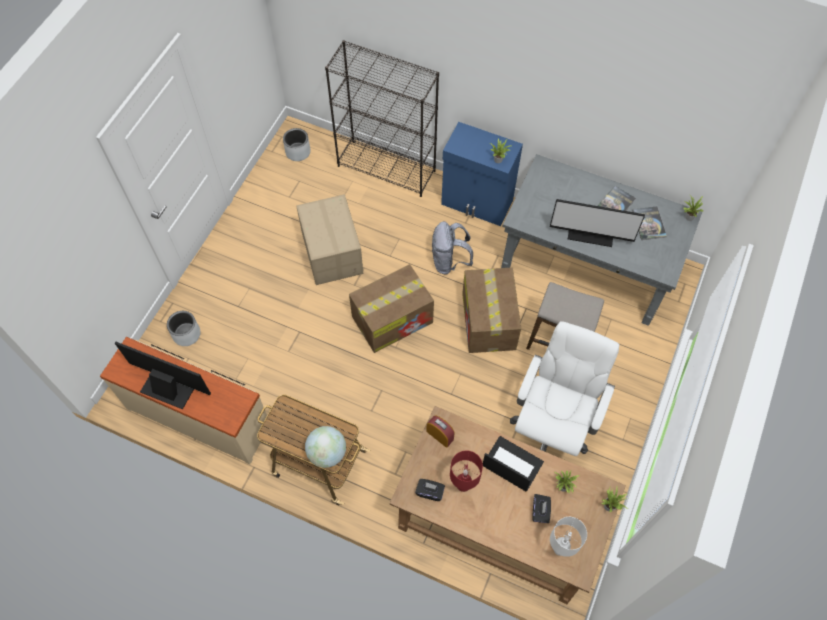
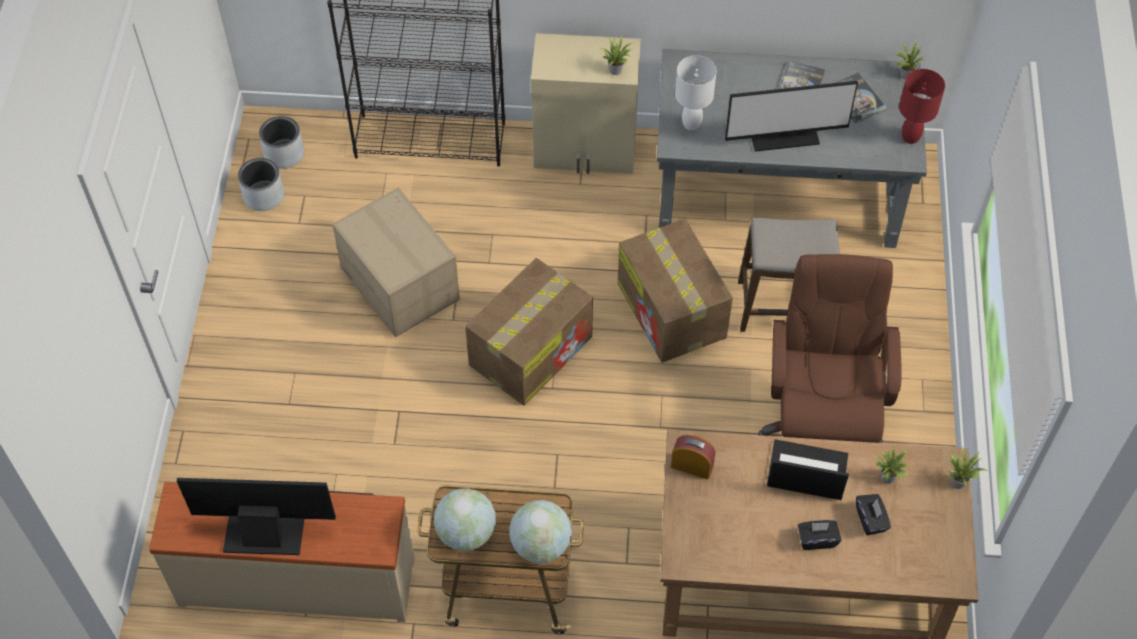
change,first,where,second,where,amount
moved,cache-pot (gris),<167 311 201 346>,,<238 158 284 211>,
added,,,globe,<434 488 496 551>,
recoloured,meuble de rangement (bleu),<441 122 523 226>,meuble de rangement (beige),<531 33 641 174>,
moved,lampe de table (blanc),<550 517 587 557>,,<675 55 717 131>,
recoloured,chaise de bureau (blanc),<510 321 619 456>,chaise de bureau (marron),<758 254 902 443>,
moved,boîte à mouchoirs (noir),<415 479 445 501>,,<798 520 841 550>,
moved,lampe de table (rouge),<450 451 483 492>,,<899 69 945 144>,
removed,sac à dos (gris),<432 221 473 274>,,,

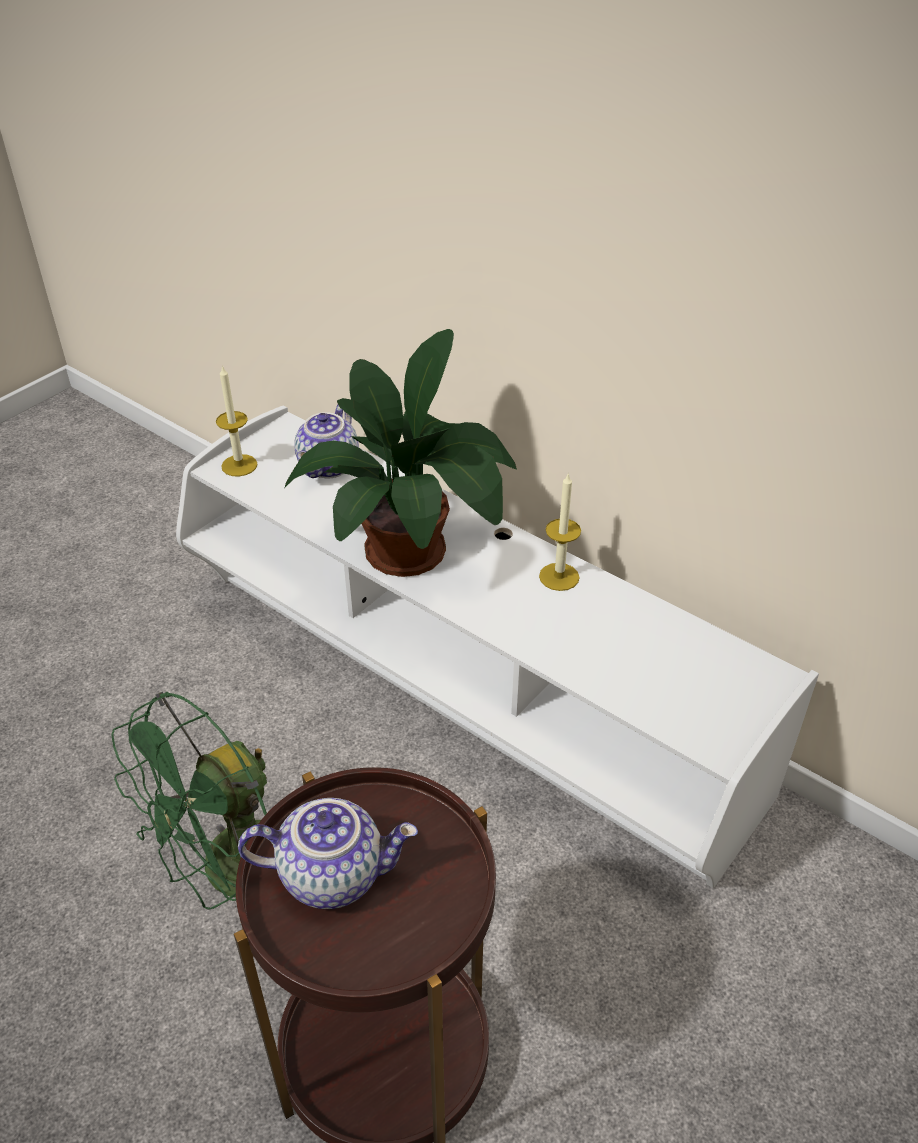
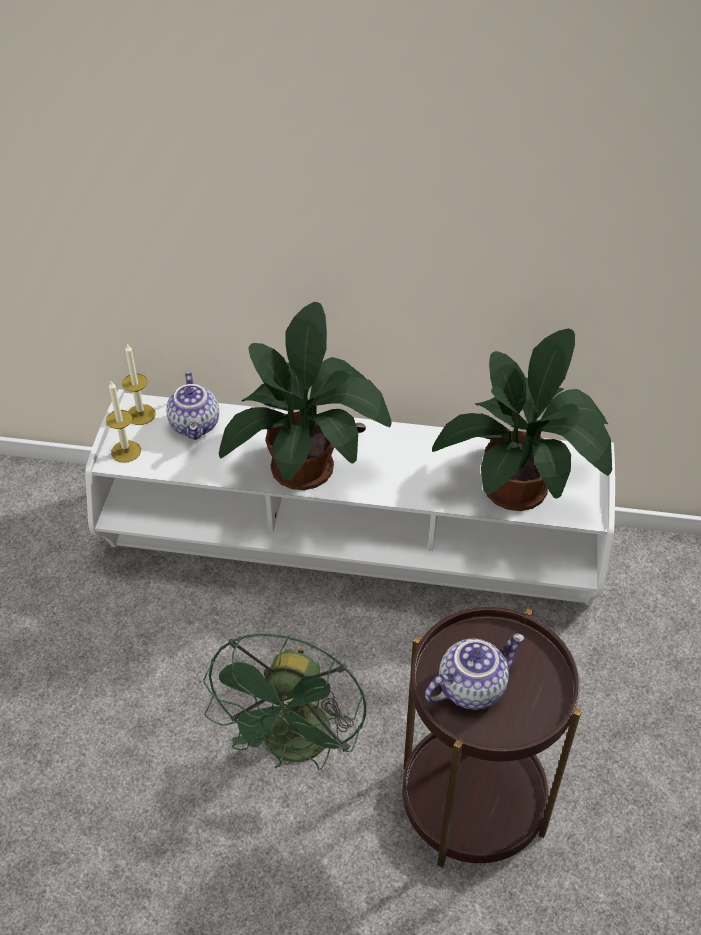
change,first,where,second,where,amount
moved,bougie,<539 474 581 591>,,<122 344 156 425>,
added,,,plante en pot,<432 328 612 511>,

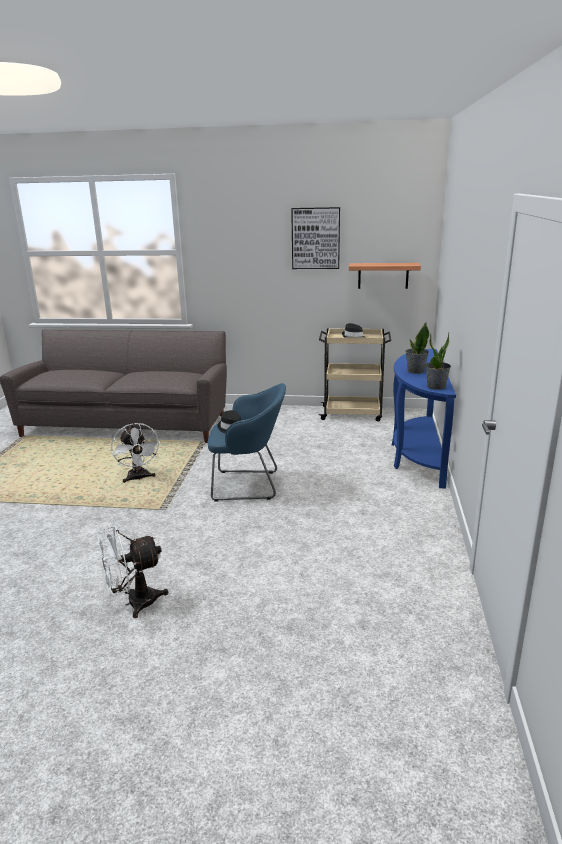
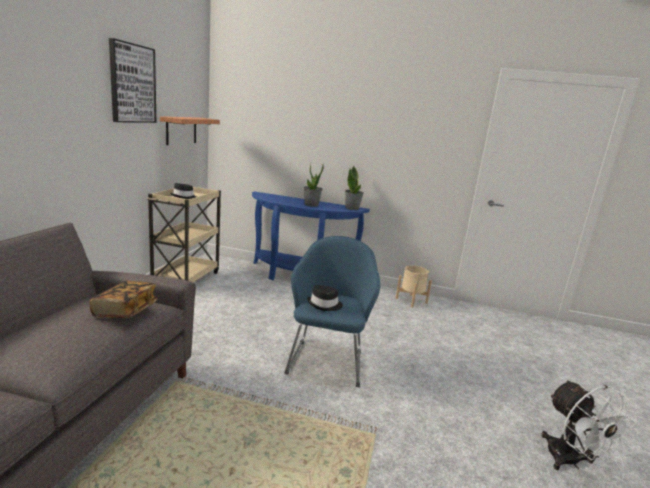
change,first,where,second,where,amount
added,,,livre,<89 281 158 318>,
added,,,cache-pot (beige),<396 265 432 308>,
removed,ventilateur (blanc),<111 423 161 483>,,,

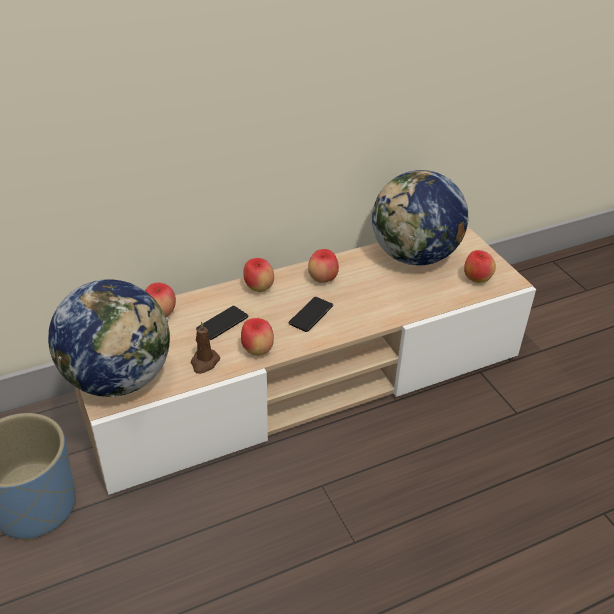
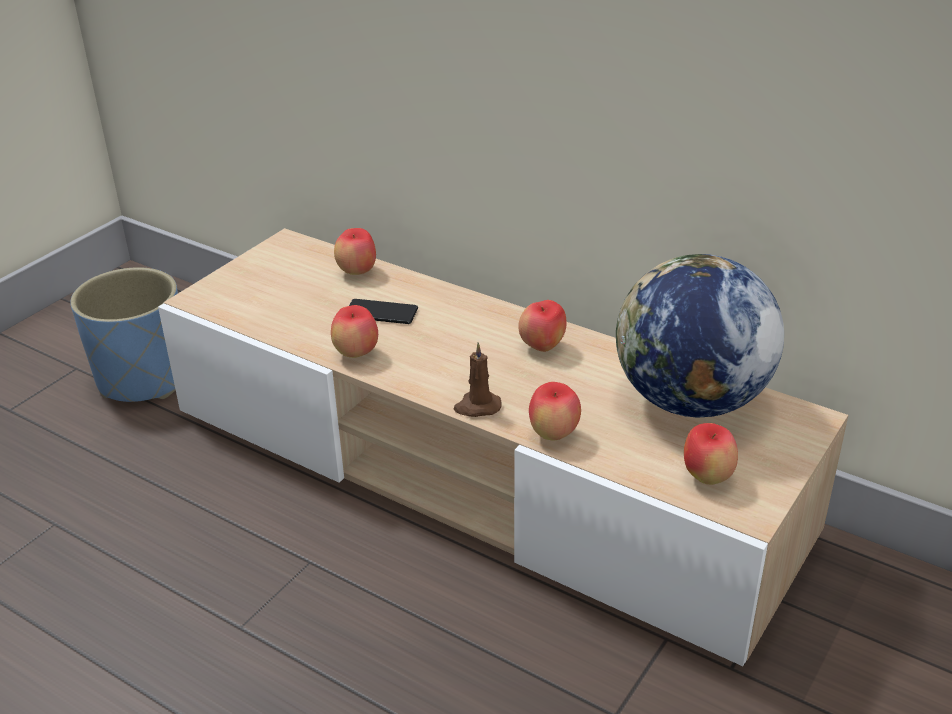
change,first,where,second,where,amount
moved,bougie (marron),<191 321 220 374>,,<454 342 502 417>,
moved,pomme,<243 258 274 292>,,<529 382 581 440>,
removed,globe,<48 279 170 397>,,,
removed,téléphone,<288 297 333 332>,,,

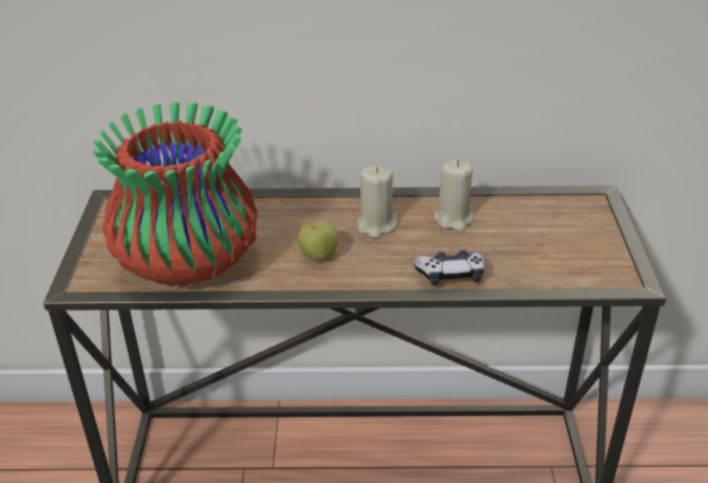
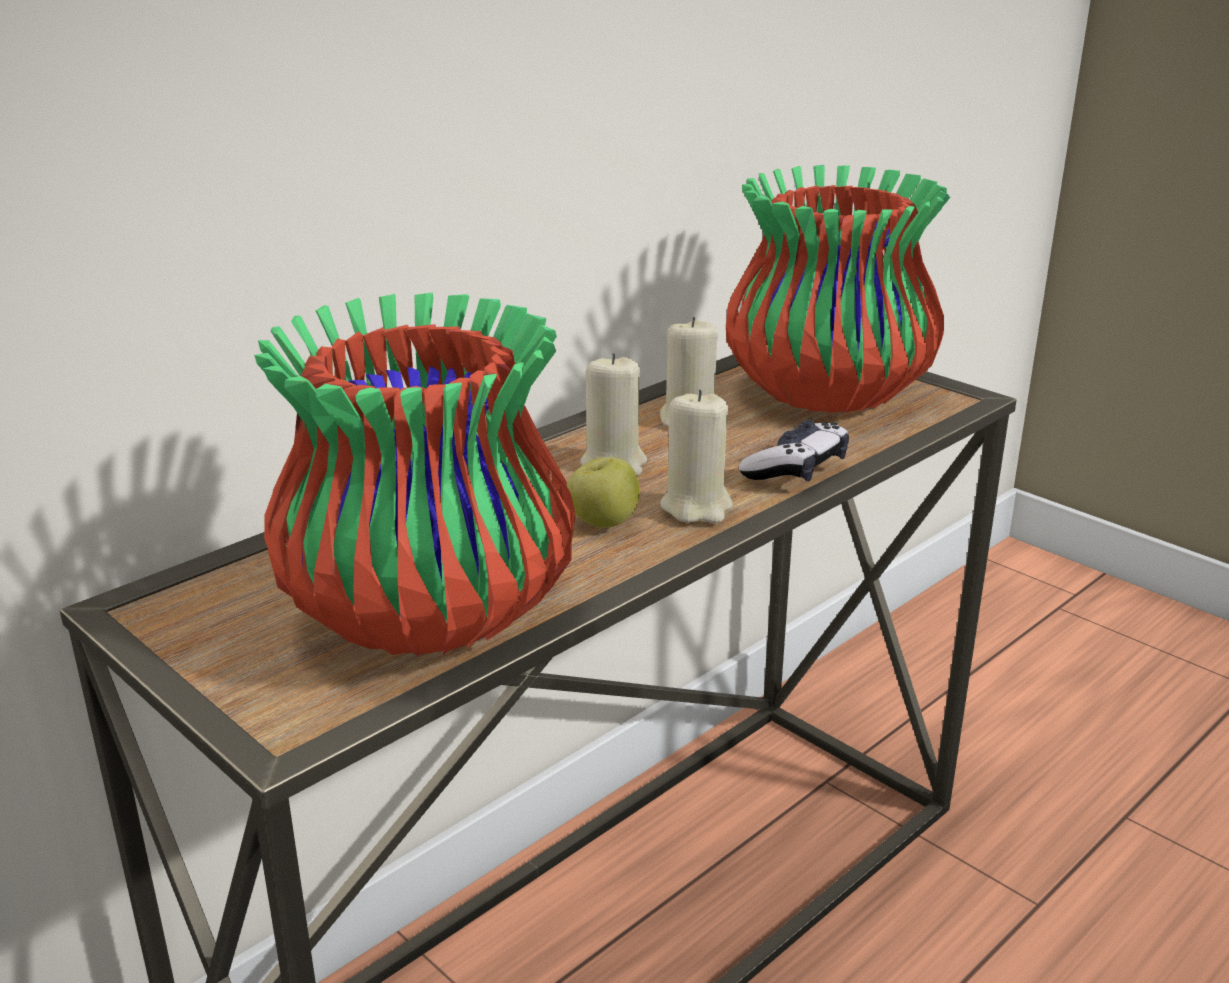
change,first,where,second,where,amount
added,,,bougie (beige),<660 389 733 523>,
added,,,vase,<726 165 950 413>,

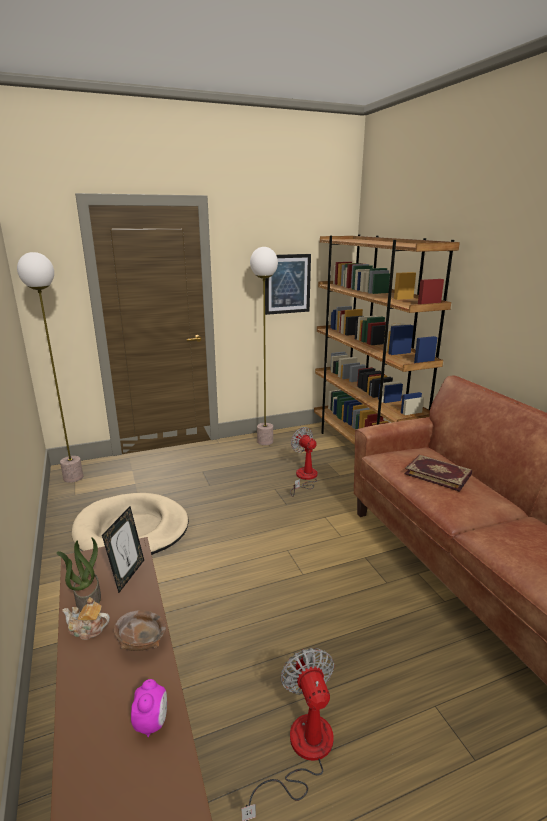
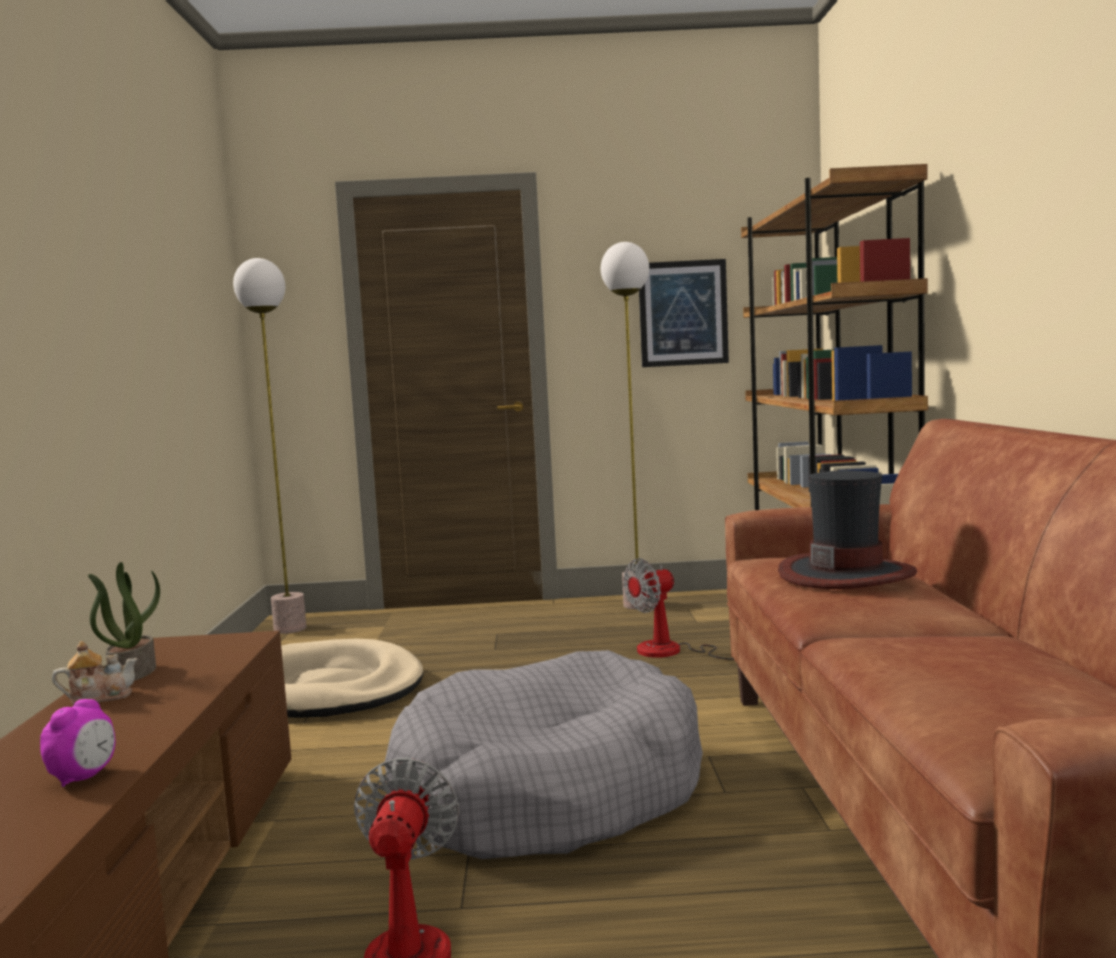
change,first,where,second,where,amount
turned,théière,<62 597 110 640>,,<52 641 138 705>,135 degrees clockwise
added,,,panier pour chien (gris),<385 650 703 859>,
turned,ventilateur,<290 427 318 497>,,<623 558 734 660>,105 degrees counterclockwise
replaced,livre,<405 455 472 492>,chapeau,<778 470 917 589>,
removed,cadre photo,<102 507 144 593>,,,
removed,bol (marron),<114 610 166 651>,,,

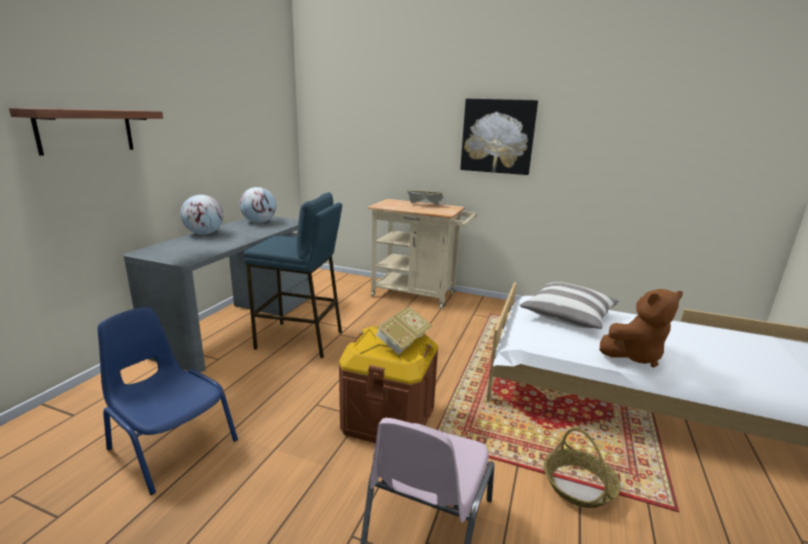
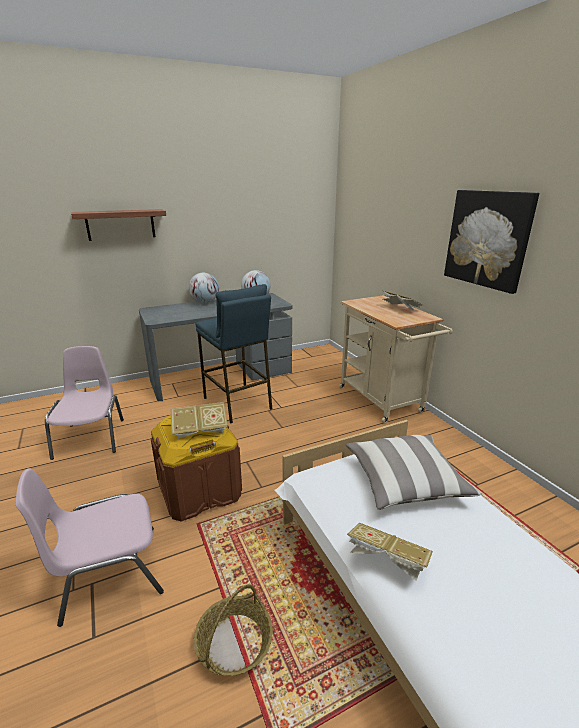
change,first,where,second,where,amount
recoloured,chaise (bleu),<98 307 238 495>,chaise (rose),<45 346 124 460>,
replaced,peluche (marron),<600 289 683 368>,livre,<347 523 433 581>,

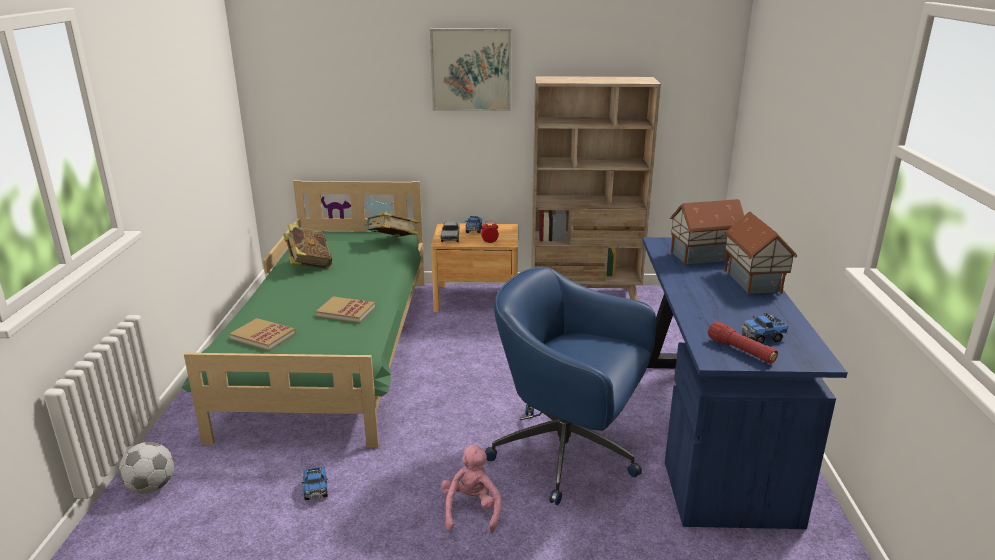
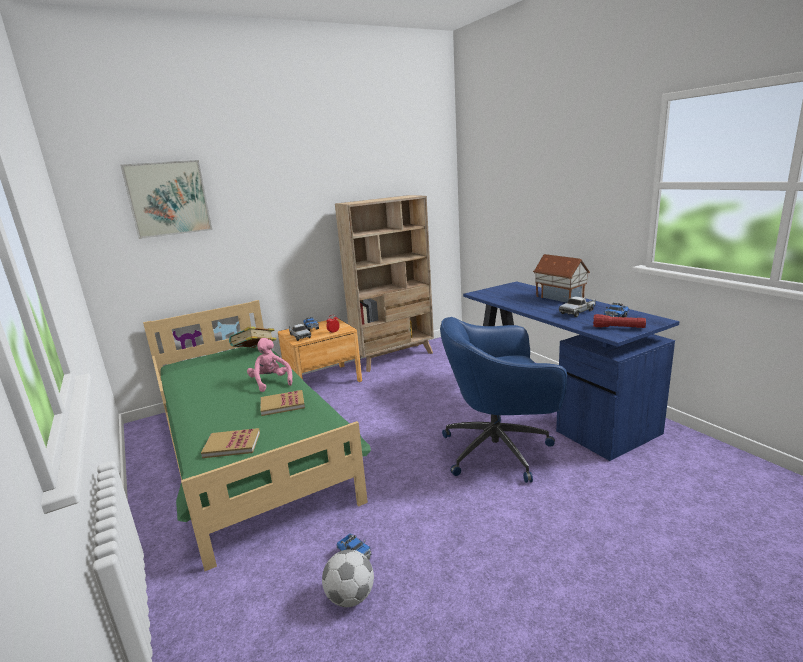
change,first,where,second,where,amount
moved,tableau,<430 28 511 111>,,<120 160 212 239>,
moved,peluche (rose),<441 445 502 533>,,<247 338 293 392>,
moved,ballon de foot,<119 442 174 493>,,<322 549 374 607>,
added,,,camion jouet,<559 296 596 317>,
removed,livre,<283 224 332 269>,,,
removed,maison miniature,<670 199 744 265>,,,

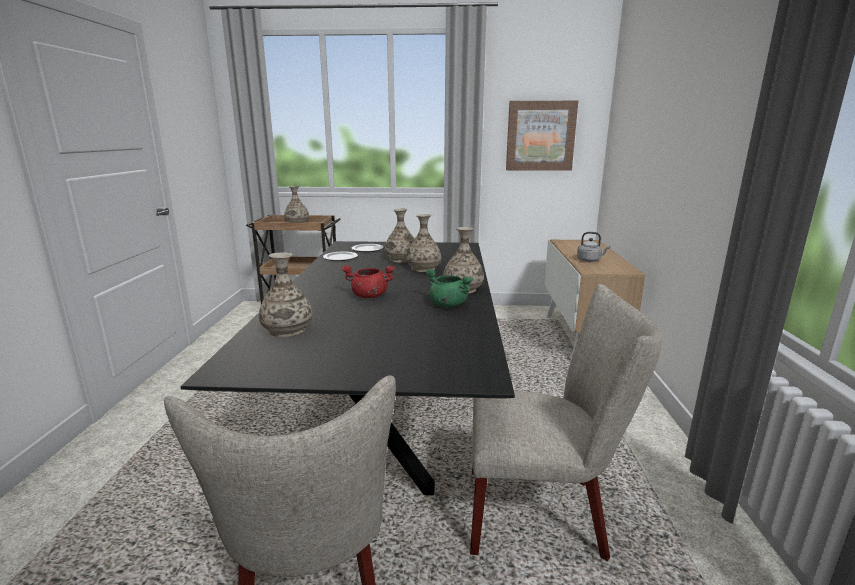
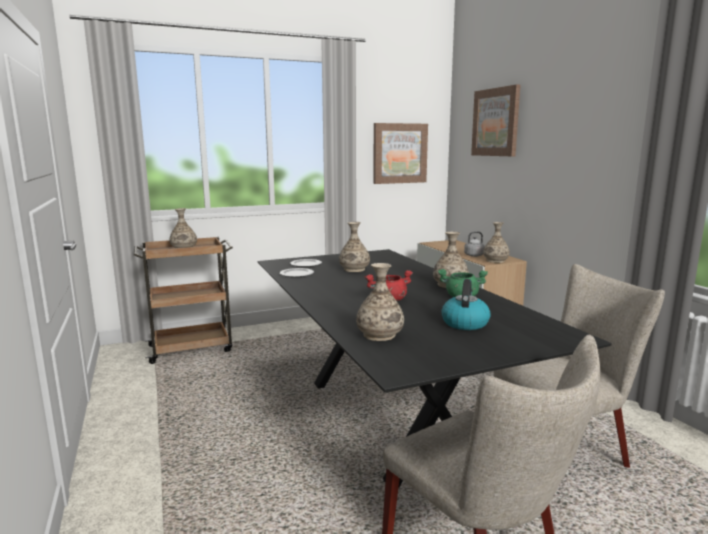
change,first,where,second,where,amount
added,,,bouilloire,<442 279 491 330>,
added,,,tableau,<471 84 521 156>,
moved,vase,<406 214 441 272>,,<483 222 510 263>,

